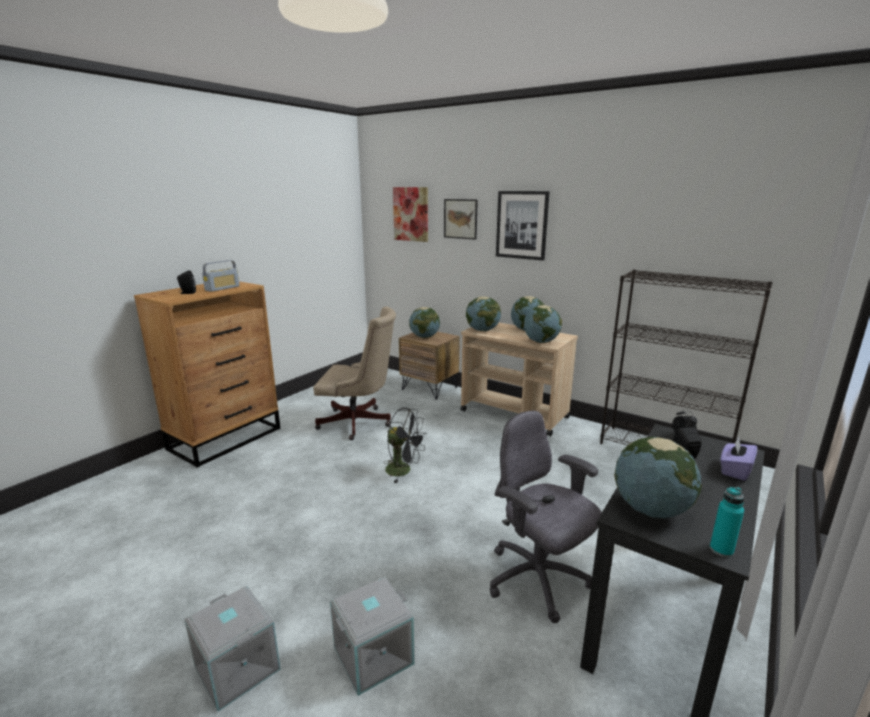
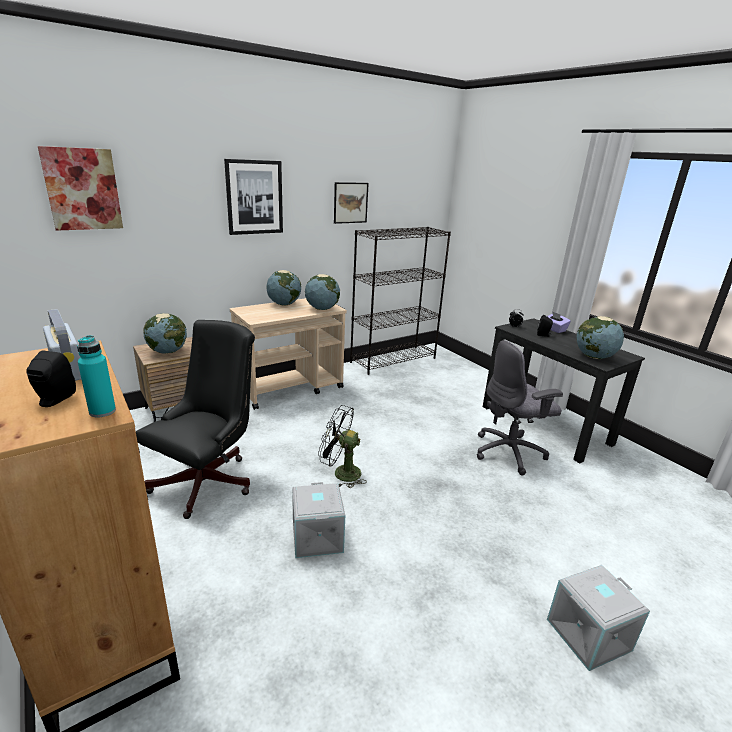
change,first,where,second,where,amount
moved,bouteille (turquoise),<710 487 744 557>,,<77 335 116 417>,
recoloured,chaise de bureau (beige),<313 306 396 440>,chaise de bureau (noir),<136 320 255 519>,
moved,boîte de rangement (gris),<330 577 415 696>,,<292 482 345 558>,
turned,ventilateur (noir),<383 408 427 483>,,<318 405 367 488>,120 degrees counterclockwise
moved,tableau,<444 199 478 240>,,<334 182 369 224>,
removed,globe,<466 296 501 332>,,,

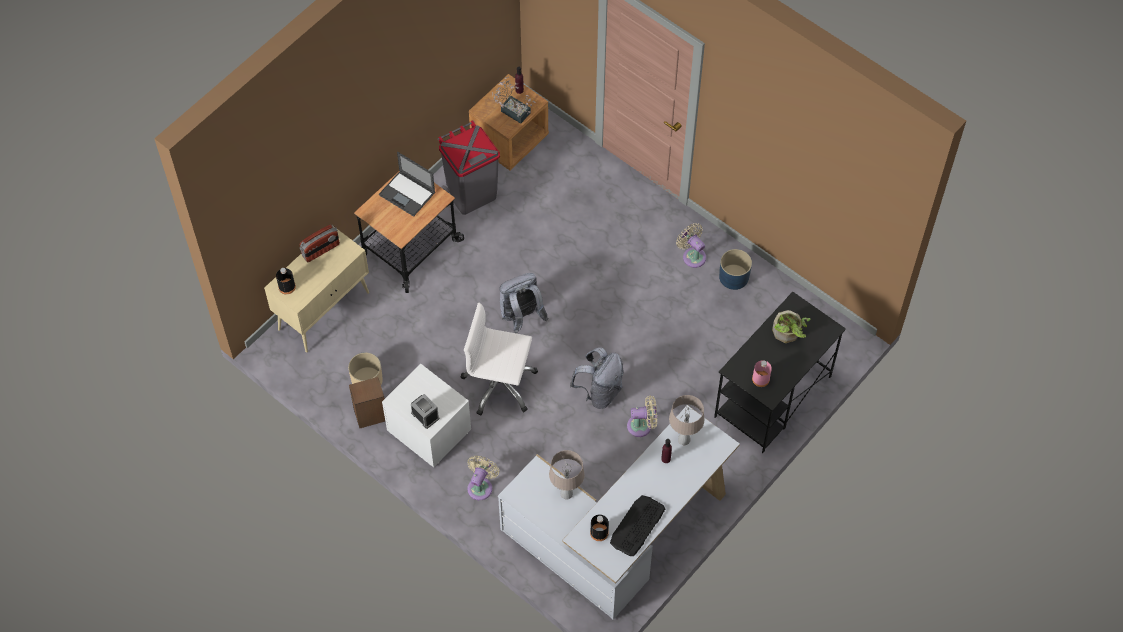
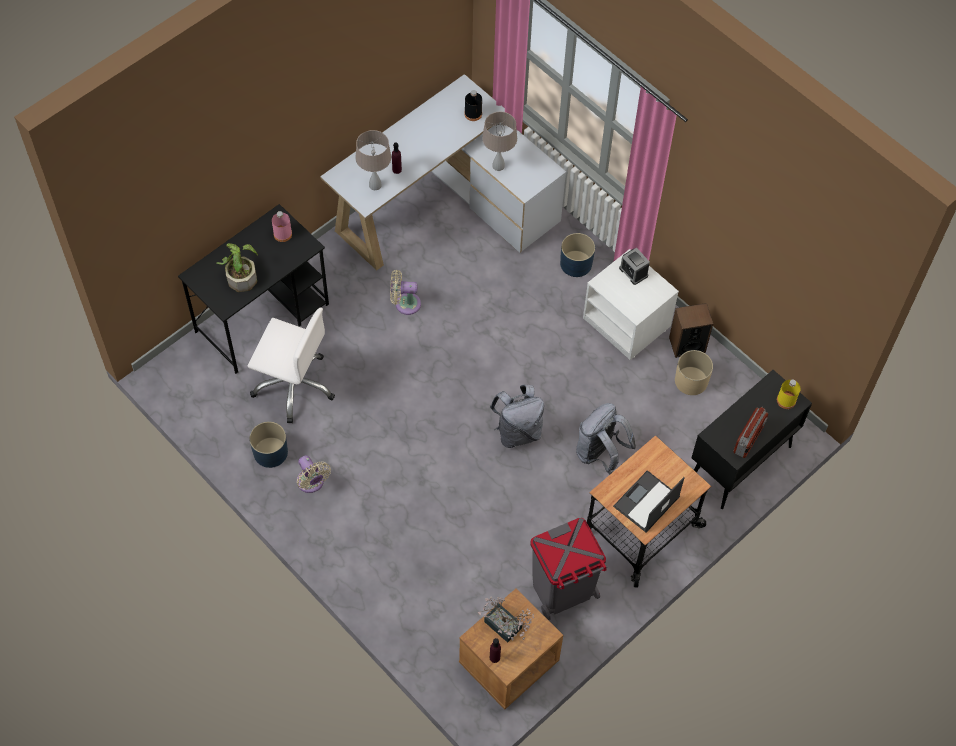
change,first,where,second,where,amount
moved,chaise de bureau (blanc),<461 303 538 416>,,<248 308 335 423>,
replaced,ventilateur (beige),<467 455 499 500>,cache-pot (bleu),<560 233 595 277>,
moved,sac à dos (gris),<570 347 624 409>,,<576 403 636 475>,
turned,ordinateur portable,<379 152 435 217>,,<613 470 685 533>,90 degrees counterclockwise
recoloured,meuble de rangement (beige),<264 225 369 353>,meuble de rangement (noir),<691 370 812 509>,
turned,radio,<300 224 340 262>,,<734 406 768 458>,150 degrees clockwise
recoloured,bouteille (noir),<276 268 296 294>,bouteille (jaune),<777 380 801 409>,
removed,clavier,<610 495 665 556>,,,

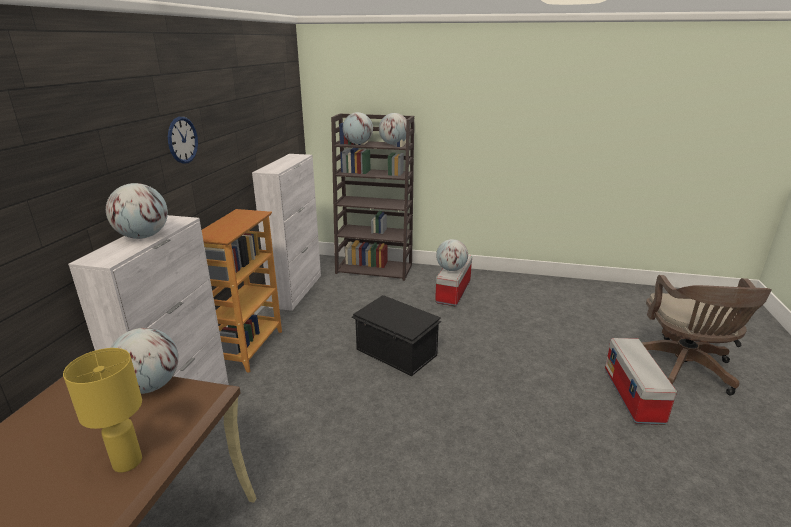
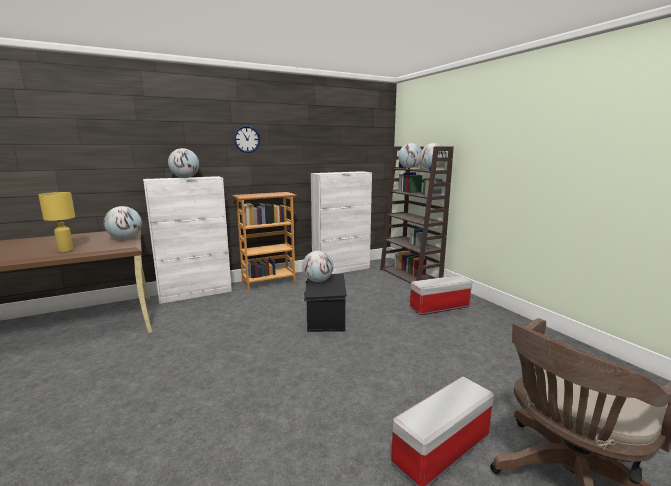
change,first,where,second,where,amount
moved,globe,<436 239 468 271>,,<302 251 333 282>,

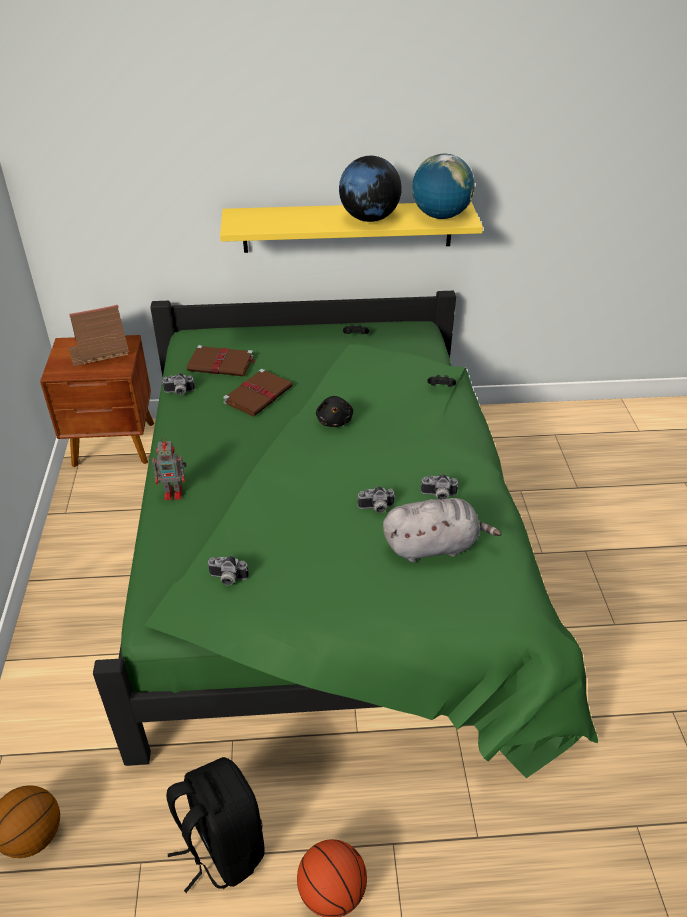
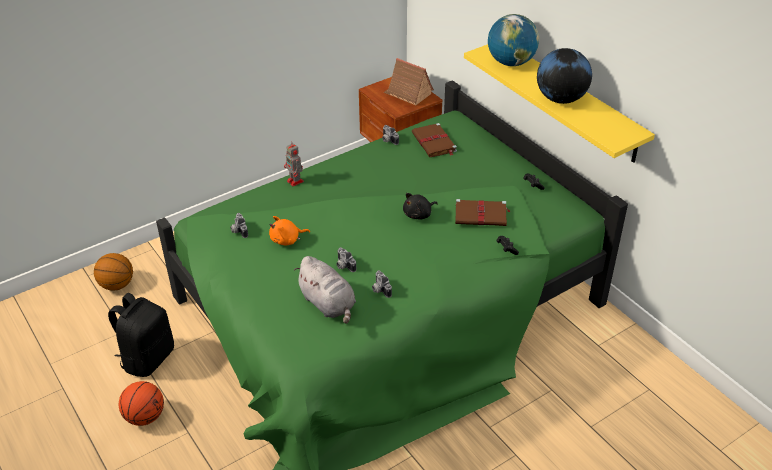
change,first,where,second,where,amount
added,,,peluche (orange),<269 216 310 245>,
moved,livre (marron),<223 369 293 416>,,<455 199 510 226>,
moved,globe,<412 154 474 219>,,<488 14 539 66>,

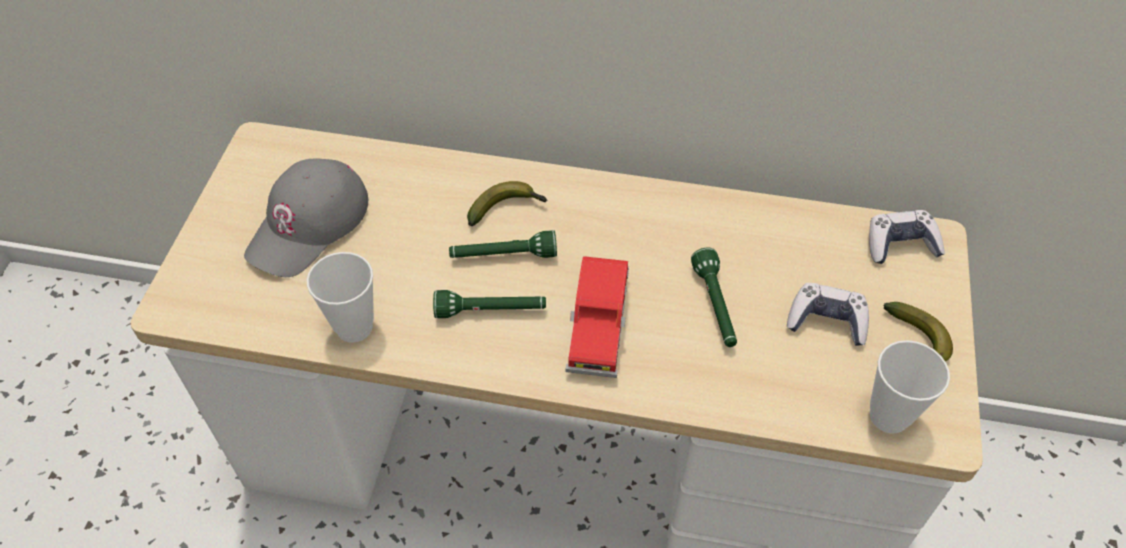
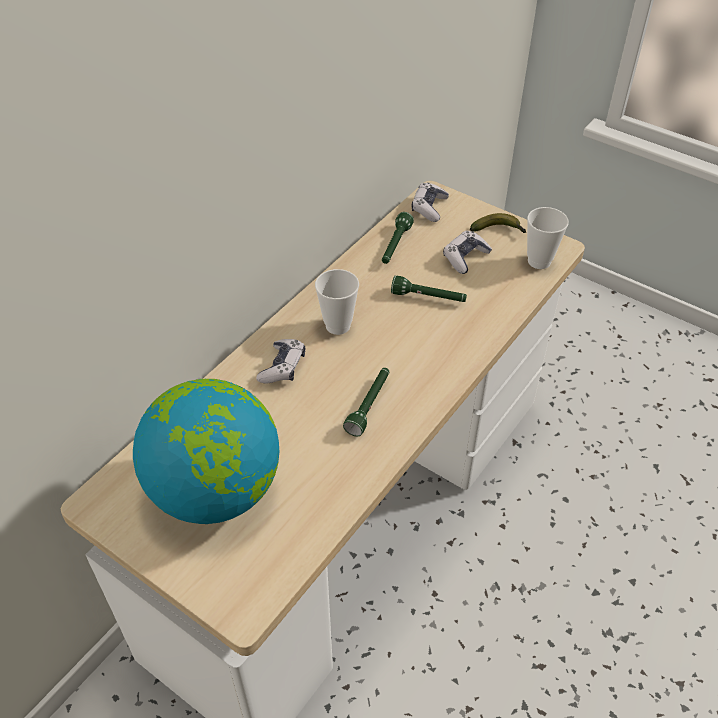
change,first,where,second,where,amount
replaced,casquette (gris),<244 159 368 277>,globe,<133 379 279 524>,
replaced,banane,<467 181 548 226>,manette,<256 339 305 384>,
moved,tasse,<307 252 374 343>,,<315 269 359 335>,
moved,lampe de poche (vert),<449 230 557 258>,,<382 212 414 264>,
removed,petite voiture (rouge),<565 256 629 378>,,,

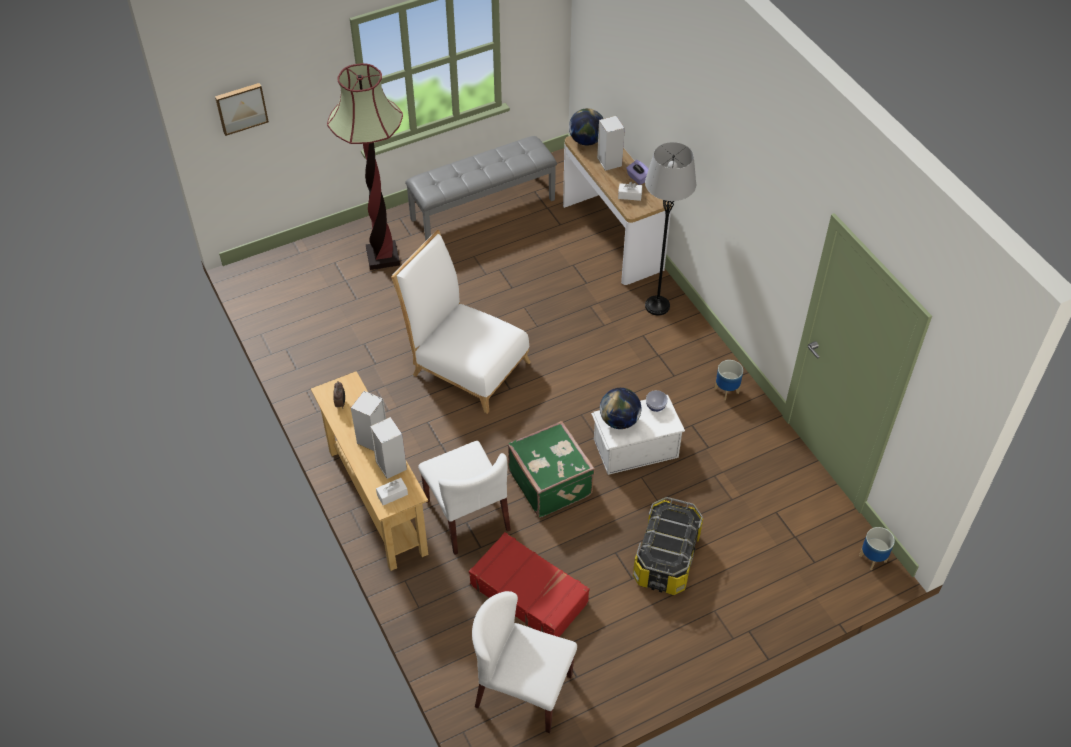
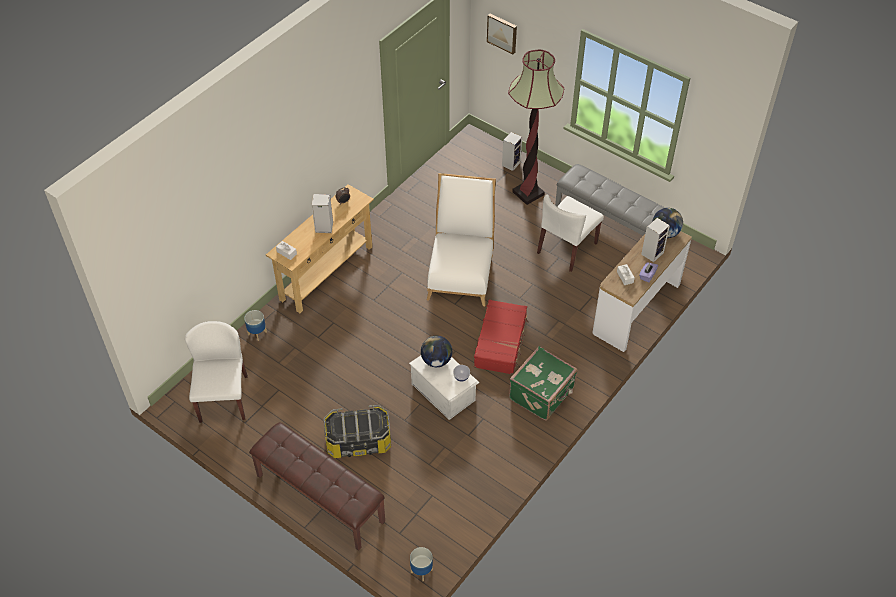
change,first,where,second,where,amount
moved,cache-pot,<714 360 743 400>,,<244 310 267 341>,
added,,,banc (marron),<249 422 385 551>,
moved,valise (rouge),<469 532 590 637>,,<474 299 529 375>,
moved,enceinte,<370 417 407 479>,,<502 132 522 171>,
moved,valise (vert),<508 421 595 518>,,<509 346 578 421>,
moved,chaise (blanc),<418 441 511 555>,,<537 195 604 272>,
removed,lampadaire (gris),<645 142 696 316>,,,

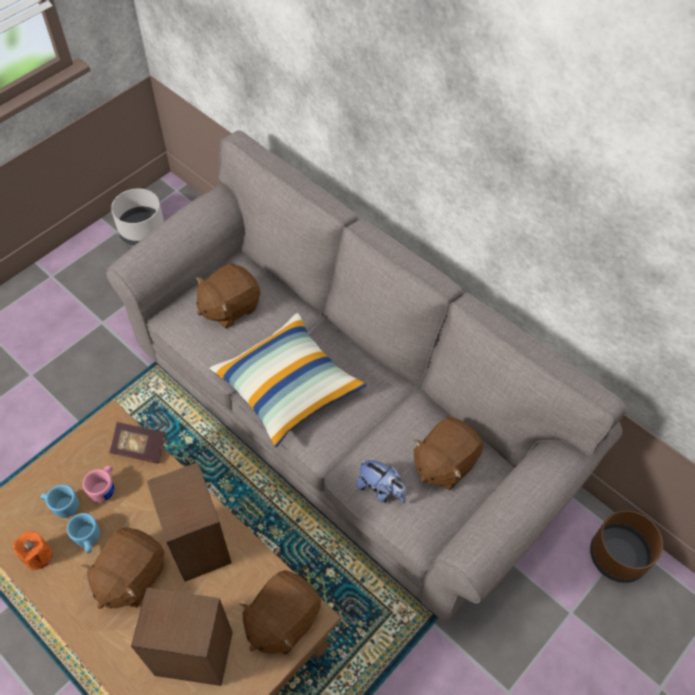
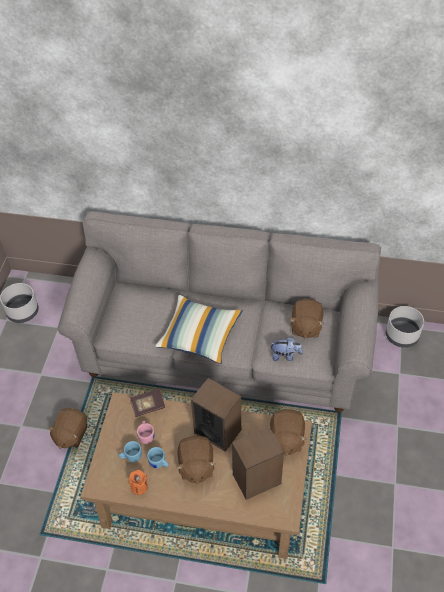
change,first,where,second,where,amount
moved,peluche (marron),<196 264 260 328>,,<47 408 87 449>,
recoloured,cache-pot (marron),<590 510 663 583>,cache-pot (gris),<386 306 424 348>,

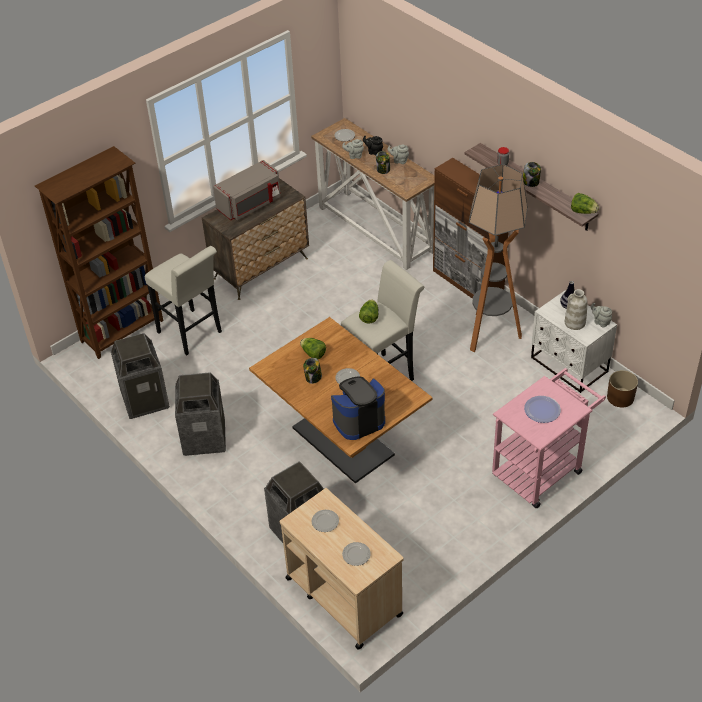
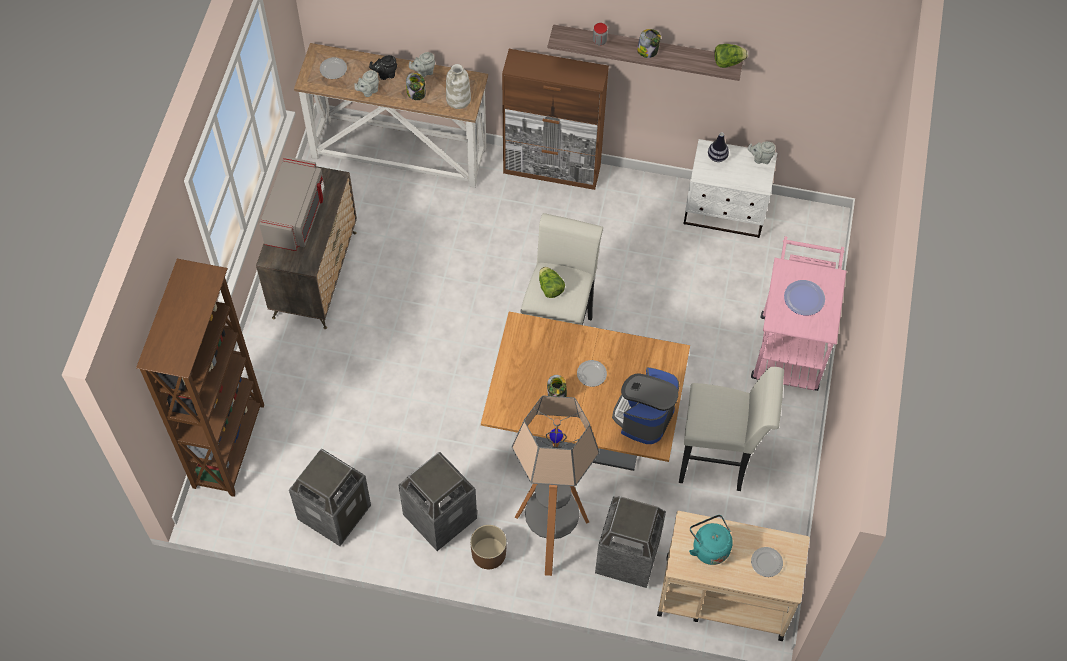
change,first,where,second,where,amount
moved,vase (blanc),<565 289 588 330>,,<446 64 471 109>,
moved,cache-pot (marron),<607 370 638 407>,,<470 525 507 569>,
moved,lampadaire,<469 164 528 352>,,<512 395 599 576>,
moved,tabouret (blanc),<145 246 222 355>,,<679 367 784 491>,
replaced,assiette,<311 510 339 532>,bouilloire (turquoise),<689 515 733 565>,
removed,laitue,<300 338 326 359>,,,

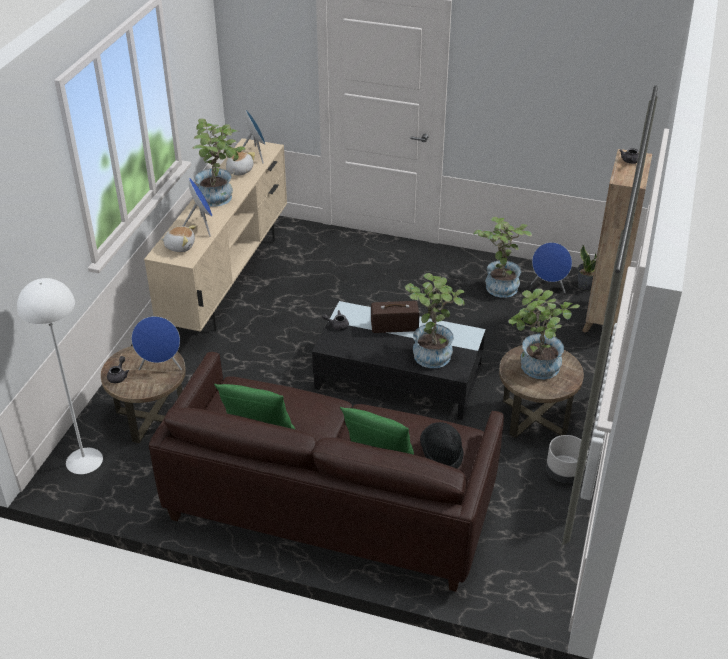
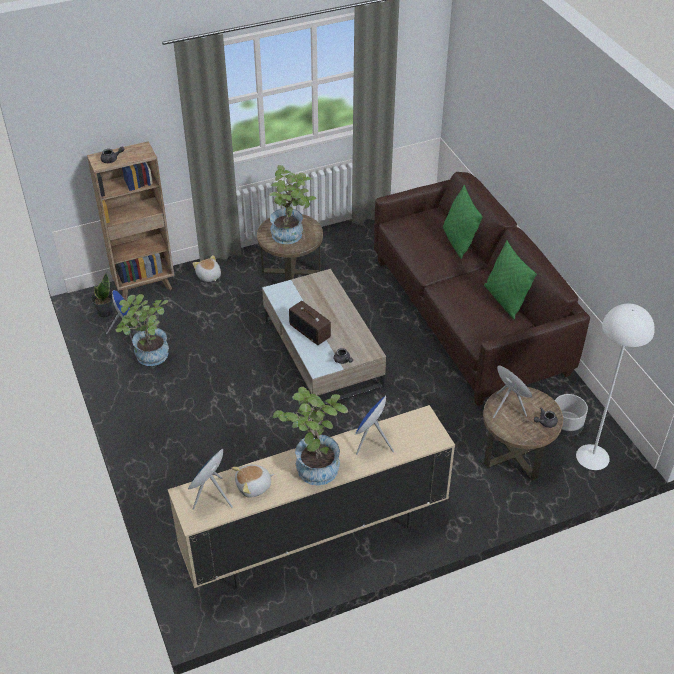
change,first,where,second,where,amount
moved,peluche,<160 225 196 252>,,<192 255 221 282>,
recoloured,table basse (noir),<312 301 486 420>,table basse (beige),<262 269 386 409>,
moved,cache-pot (gris),<546 435 589 483>,,<555 394 588 436>,
removed,plante en pot,<405 273 465 368>,,,
removed,chapeau (noir),<420 422 464 469>,,,

